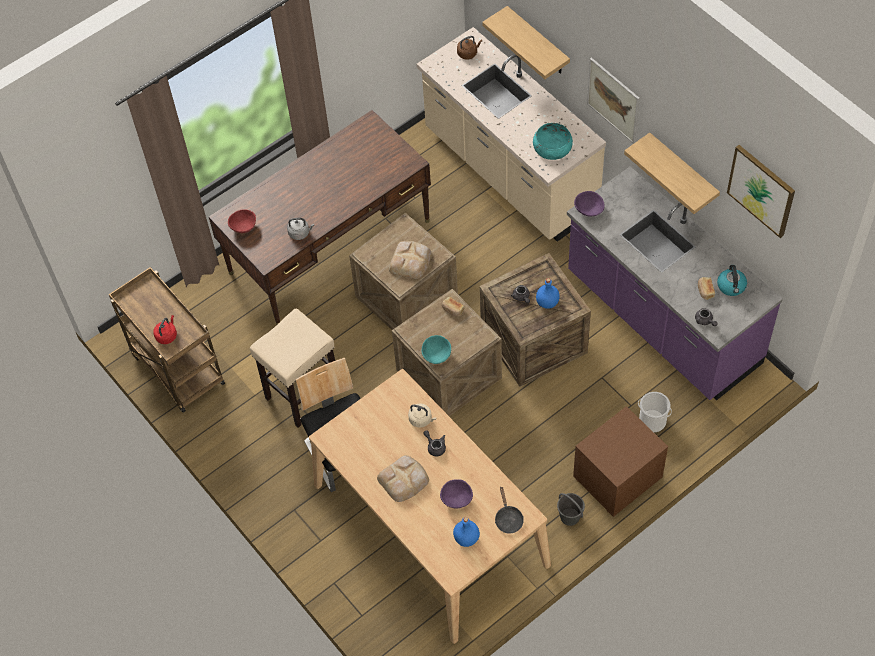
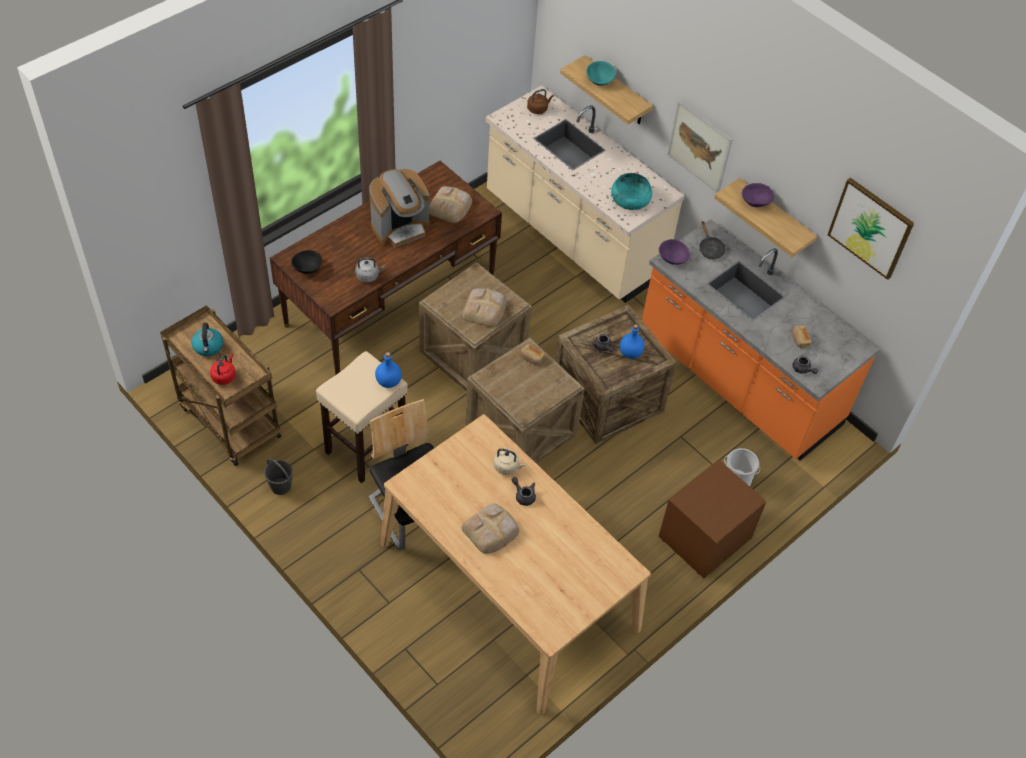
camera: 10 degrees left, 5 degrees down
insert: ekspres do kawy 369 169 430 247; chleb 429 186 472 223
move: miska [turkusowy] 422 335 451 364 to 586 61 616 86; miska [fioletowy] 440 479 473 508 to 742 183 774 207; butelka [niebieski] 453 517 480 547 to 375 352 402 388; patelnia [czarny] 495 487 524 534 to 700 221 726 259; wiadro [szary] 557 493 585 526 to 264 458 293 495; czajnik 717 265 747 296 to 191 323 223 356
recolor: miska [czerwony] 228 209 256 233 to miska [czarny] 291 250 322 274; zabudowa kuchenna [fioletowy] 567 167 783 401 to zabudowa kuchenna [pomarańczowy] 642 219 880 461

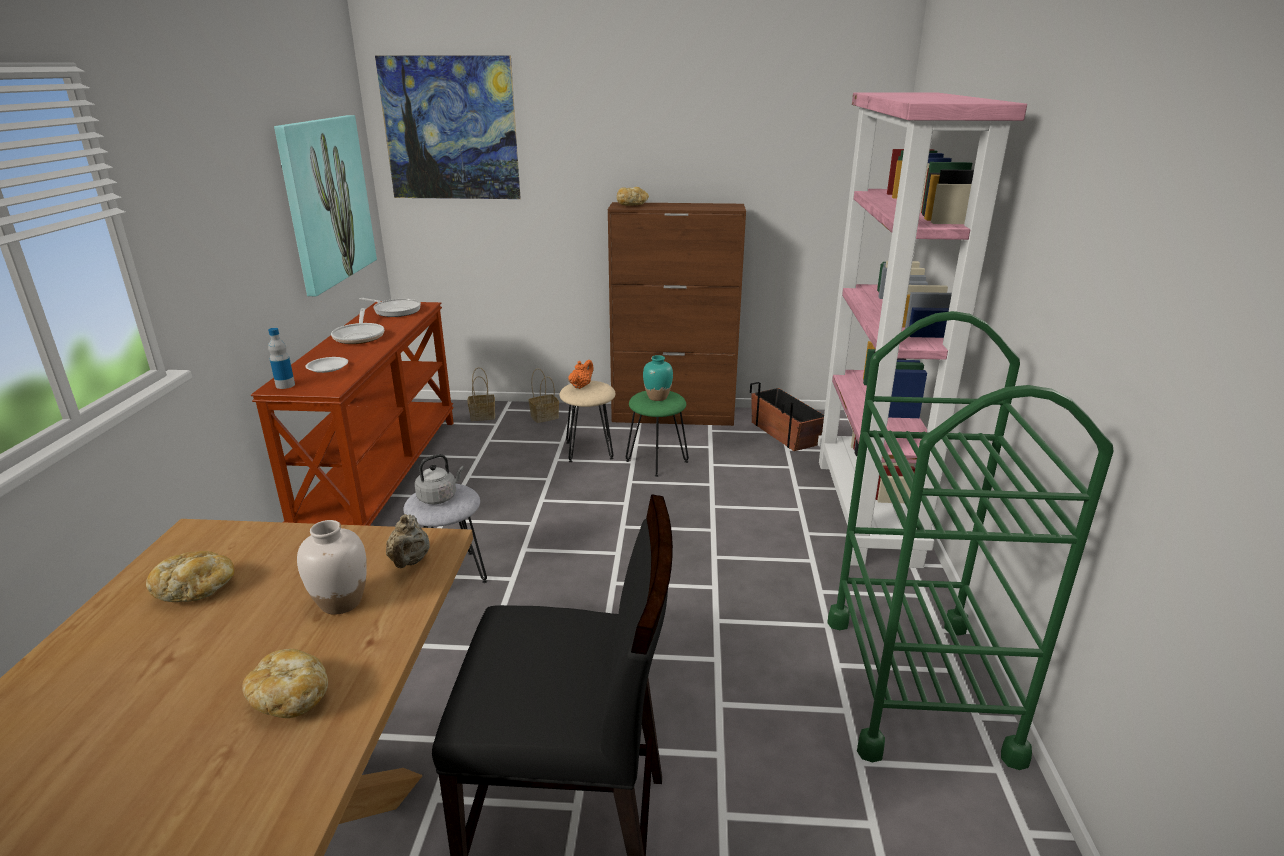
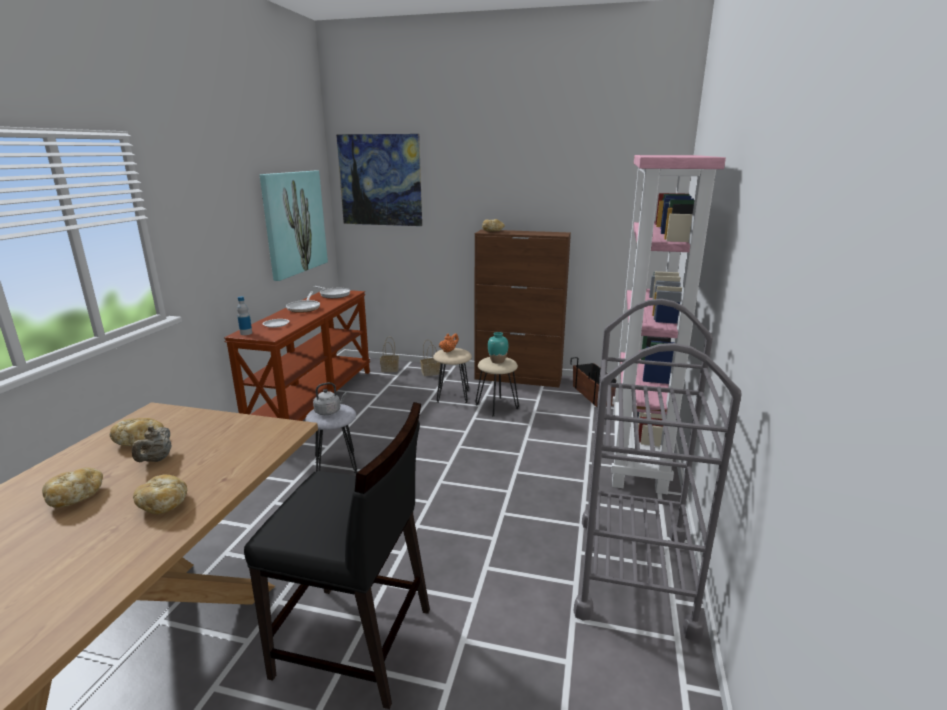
camera: 10 degrees right, 5 degrees down
delete: wazon [biały] 297 520 367 615
insert: chleb 42 468 103 508
move: imbryk [beżowy] 386 514 430 568 to 132 426 172 462
recolor: stołek [zielony] 626 391 689 477 to stołek [beżowy] 475 357 519 416; wózek [zielony] 827 311 1114 770 to wózek [szary] 574 299 742 641

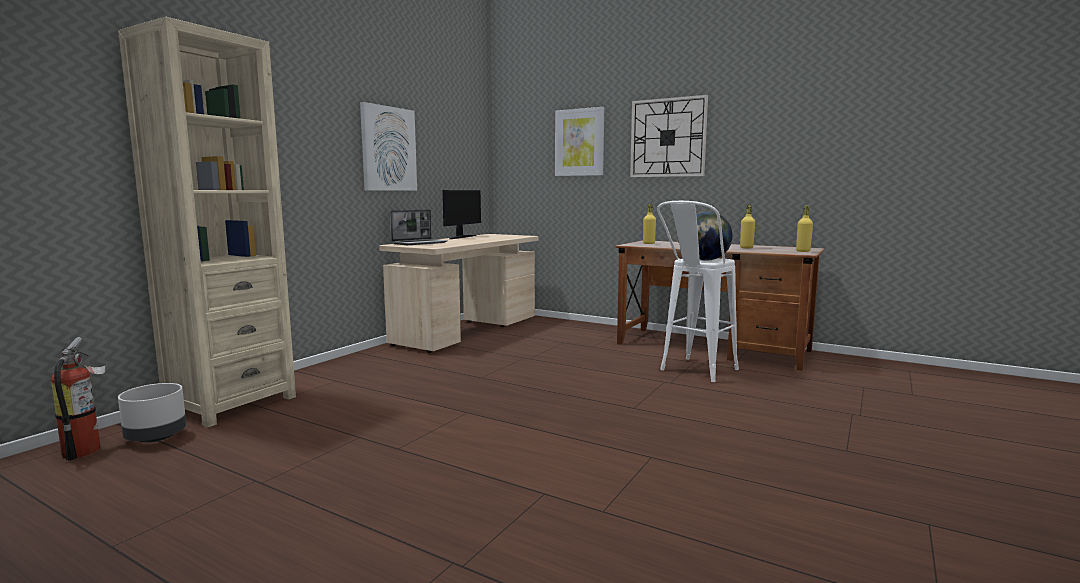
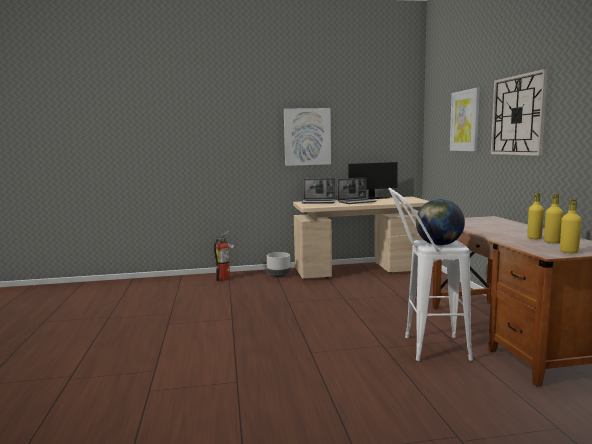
camera: 50 degrees right, 0 degrees up
delete: regał [beżowy] 118 17 296 428
insert: laptop 338 177 377 204
move: gaśnica 51 337 107 461 to 214 231 236 281; donica [szary] 118 383 186 443 to 267 252 291 277; butelka [żółty] 643 204 656 244 to 544 194 564 243

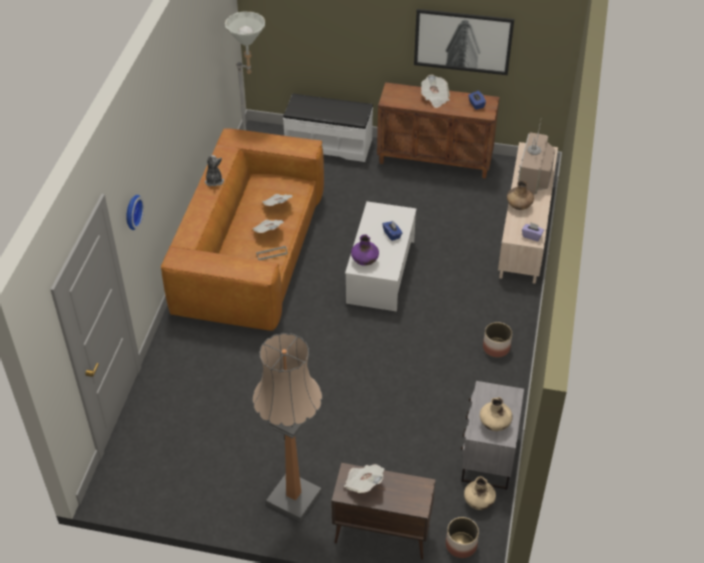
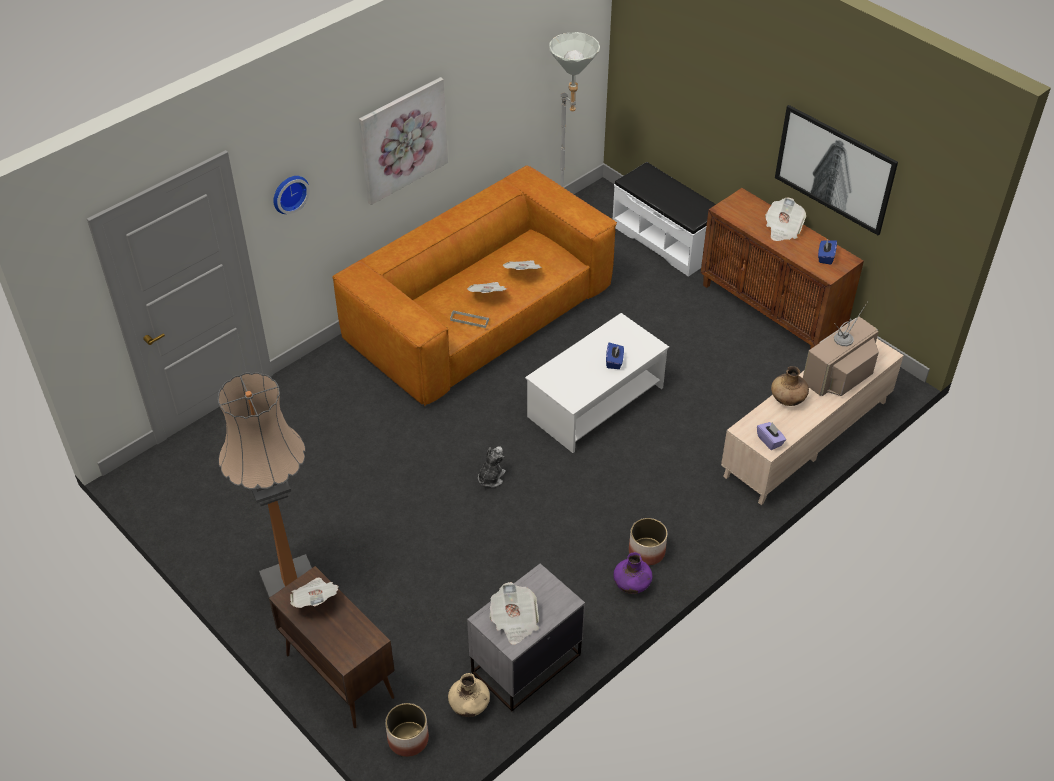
camera: 35 degrees right, 0 degrees up
insert: obraz 359 77 448 205
move: pluszak 205 155 224 186 to 478 446 506 488; wazon [fioletowy] 351 234 379 266 to 614 552 652 594
replace: wazon [beżowy] 480 397 513 431 to gazeta 489 582 539 645

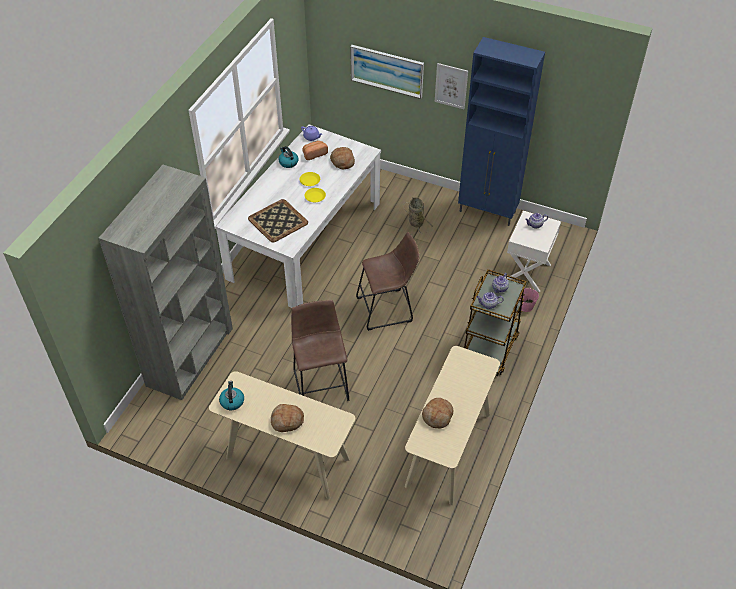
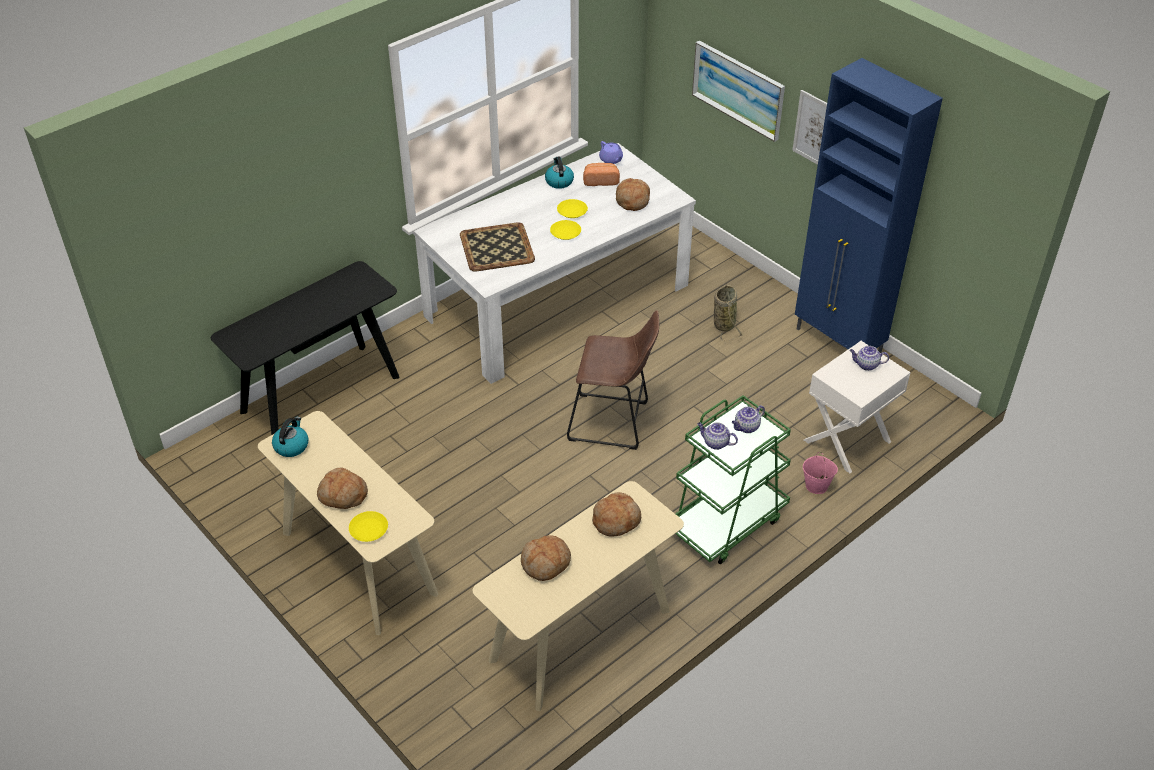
camera: 25 degrees right, 5 degrees down
delete: stołek [brązowy] 291 300 349 401
insert: talerz [żółty] 349 511 388 542; chleb 592 492 641 537
replace: regał [szary] 99 165 233 400 to stolik konsolowy [czarny] 211 261 400 435
recolor: wózek [brązowy] 464 269 527 376 to wózek [zielony] 676 395 791 564

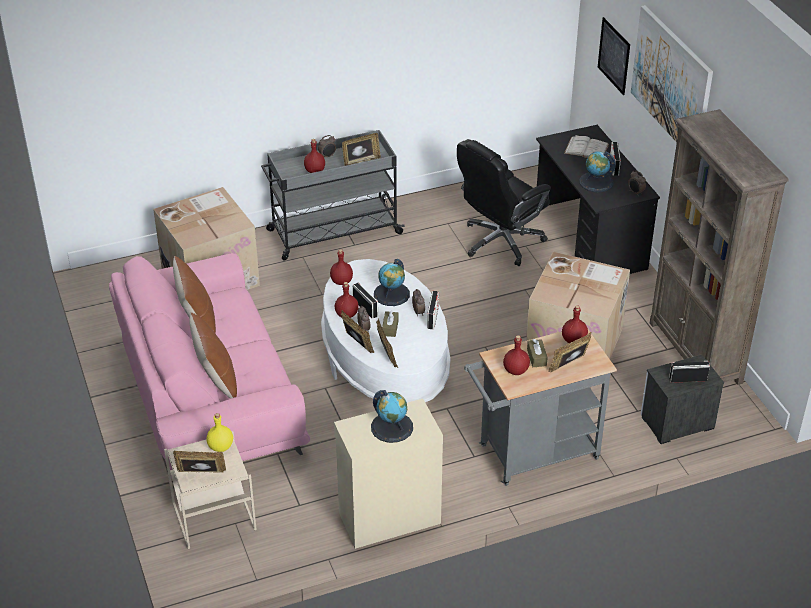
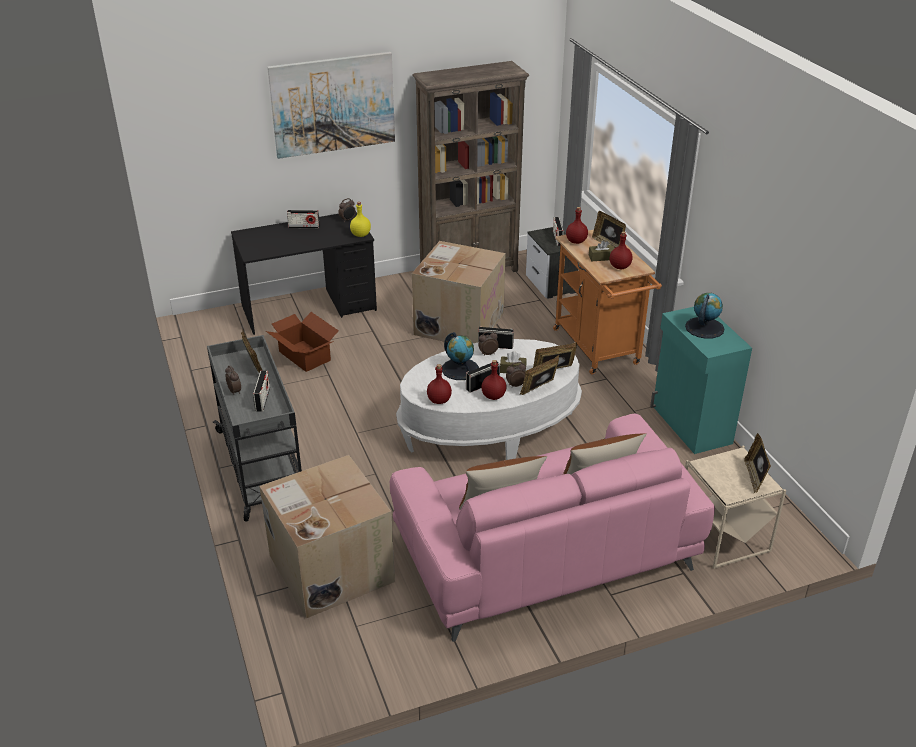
camera: 90 degrees left, 5 degrees down
delete: książka [biały] 564 135 609 158; globus 579 151 616 192; obraz 598 17 630 95
move: butelka [żółty] 207 413 233 452 to 350 202 371 237
replace: butelka [czerwony] 304 139 325 173 to radio 253 370 270 412; krzesło biurowe [czarny] 457 139 551 266 to karton 266 312 339 372
recolor: szafka [beżowy] 334 399 443 549 to szafka [turkusowy] 650 307 752 454; wózek [szary] 464 330 617 486 to wózek [pomarańczowy] 553 230 662 375

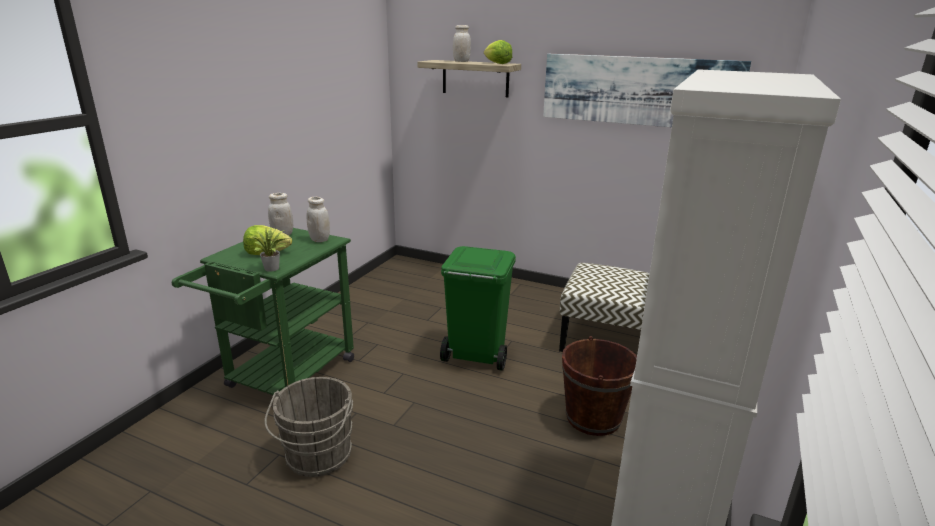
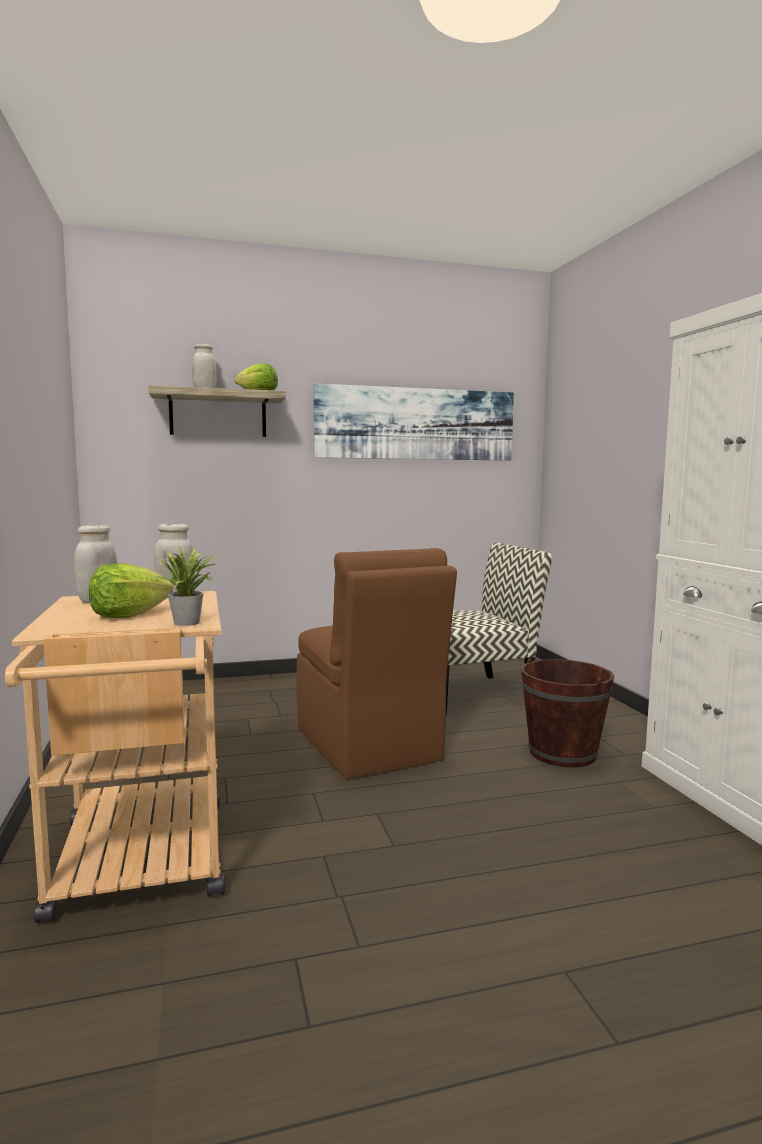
camera: 40 degrees left, 15 degrees down
delete: wiadro [szary] 264 377 353 477
replace: kosz na śmieci [zielony] 440 246 516 371 to krzesło [brązowy] 297 548 457 780
recolor: wózek [zielony] 172 228 354 395 to wózek [beżowy] 5 591 225 923

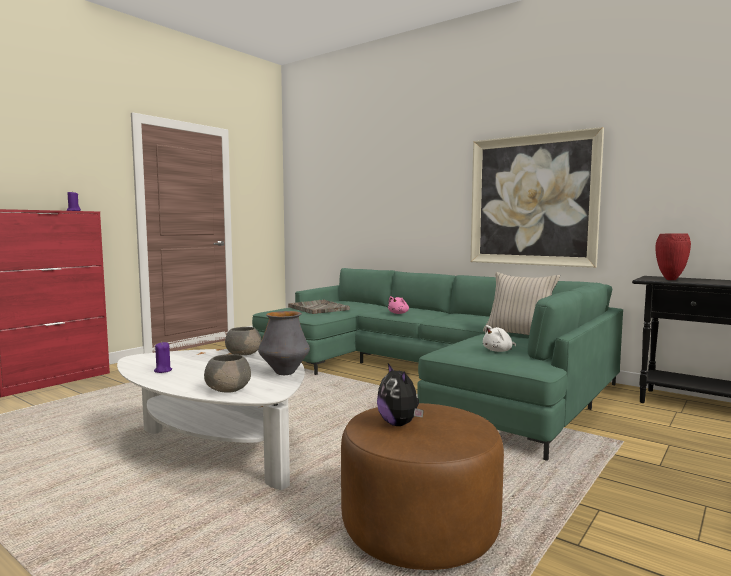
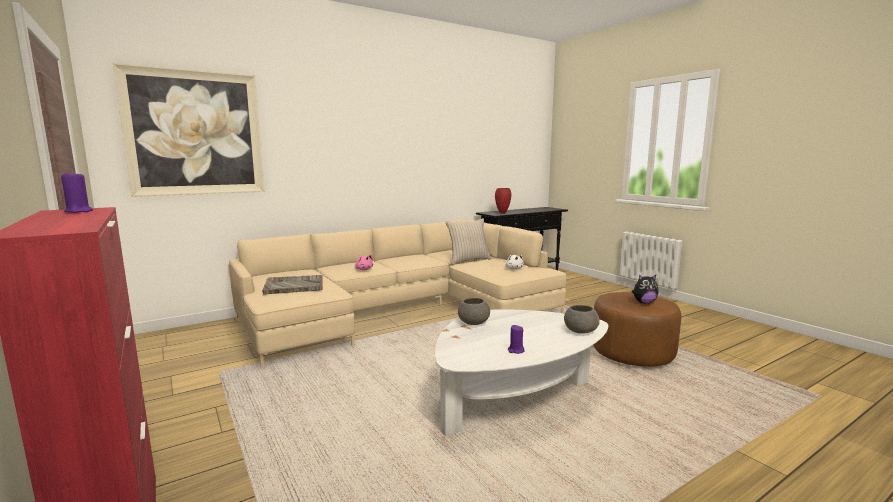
camera: 70 degrees left, 5 degrees up
delete: wazon 258 311 310 375
move: obraz 470 127 604 268 to 113 63 264 197
recolor: kanapa [zielony] 252 268 623 461 to kanapa [beżowy] 229 220 567 366

